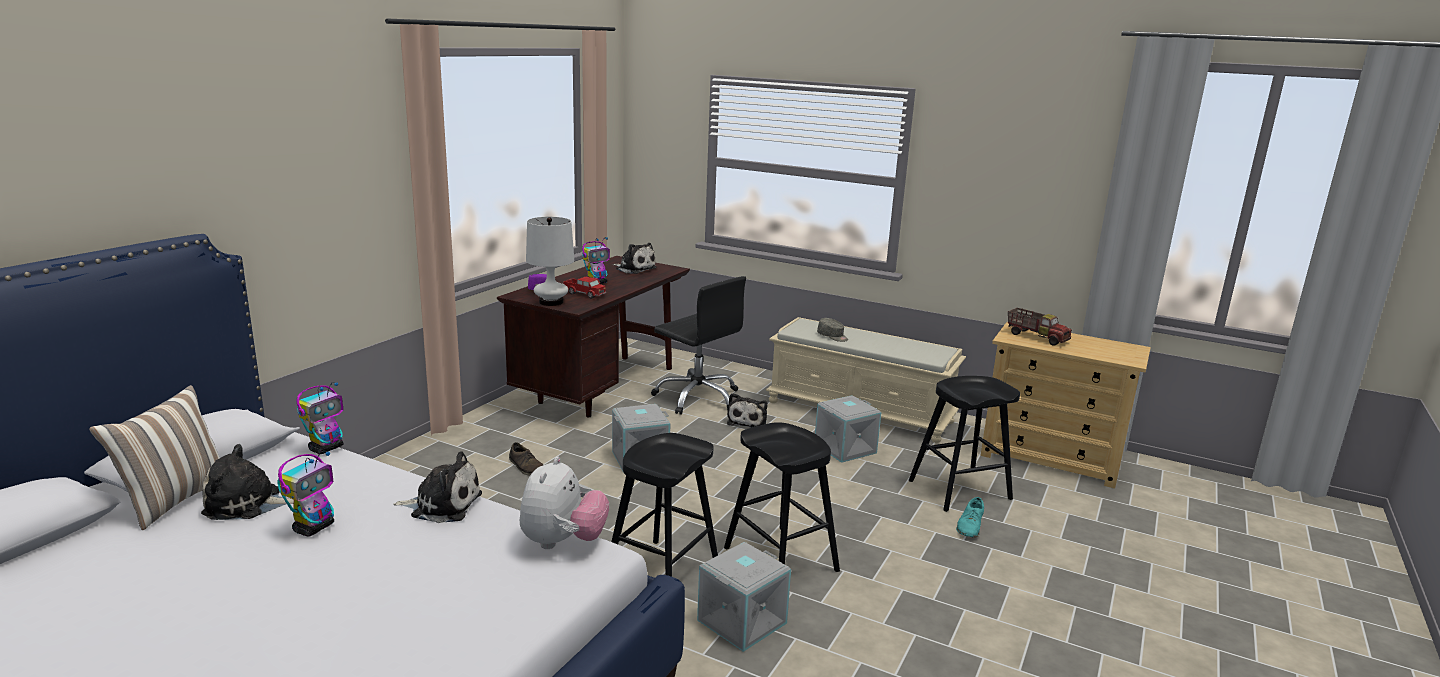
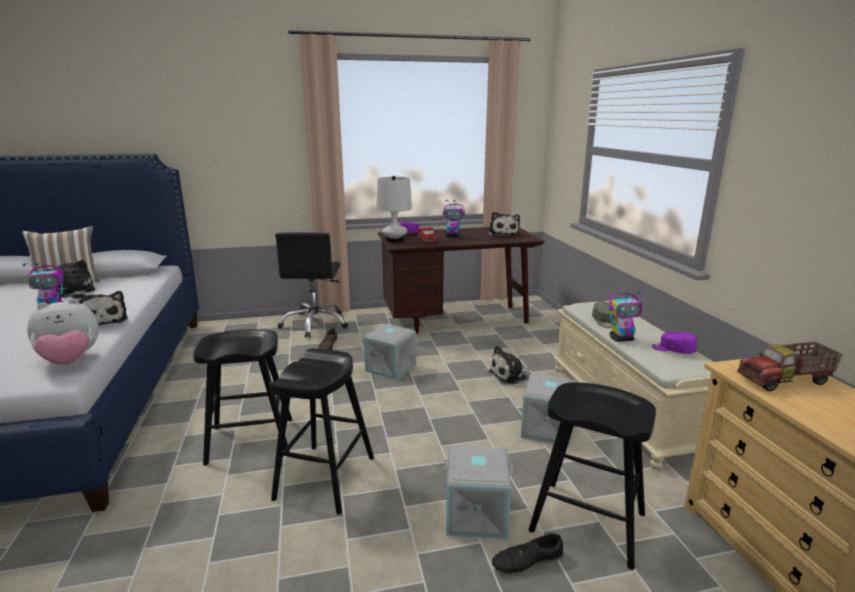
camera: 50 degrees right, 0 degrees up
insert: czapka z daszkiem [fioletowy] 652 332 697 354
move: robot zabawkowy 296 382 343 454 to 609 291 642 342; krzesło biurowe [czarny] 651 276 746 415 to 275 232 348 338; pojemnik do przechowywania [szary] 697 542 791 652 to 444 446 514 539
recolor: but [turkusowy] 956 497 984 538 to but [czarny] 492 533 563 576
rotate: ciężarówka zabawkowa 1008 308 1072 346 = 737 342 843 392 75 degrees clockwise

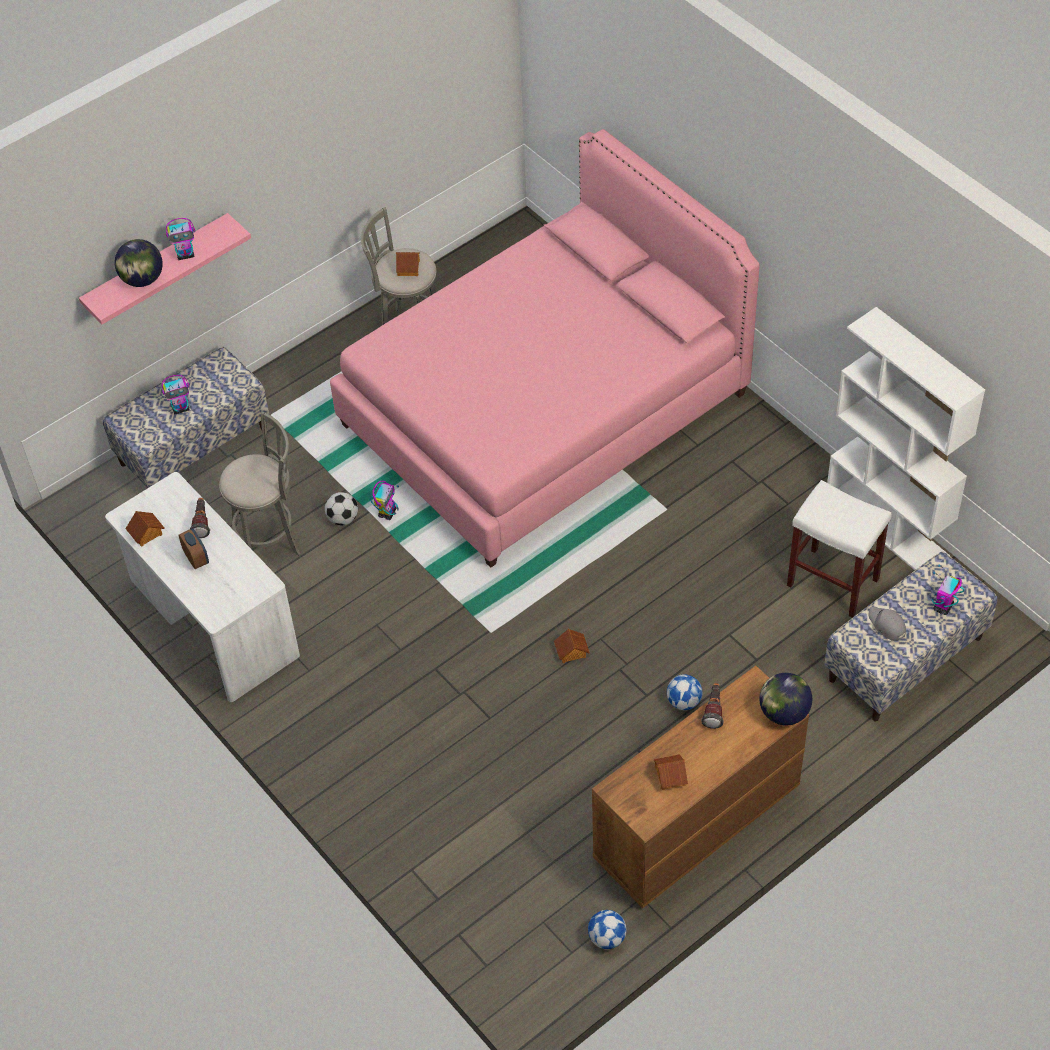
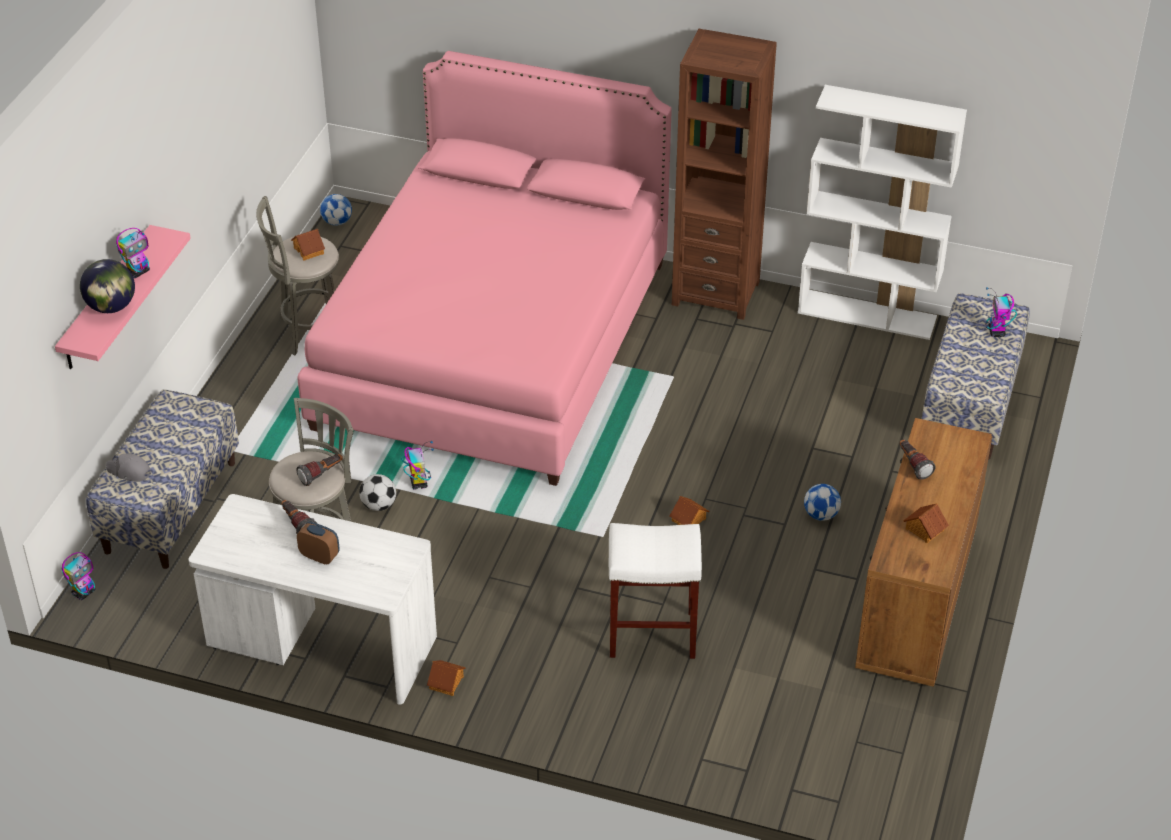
camera: 35 degrees left, 10 degrees down
delete: globus 759 673 812 725
insert: latarka 296 454 343 486; regał [brązowy] 672 29 777 320
move: domek 125 511 165 547 to 427 660 466 696; robot zabawkowy 162 375 190 414 to 62 552 96 600; piłka futbolowa 588 910 626 949 to 320 194 352 226; stołek [biały] 787 480 891 618 to 609 523 702 659; czapka z daszkiem [szary] 868 607 906 641 to 106 453 151 482

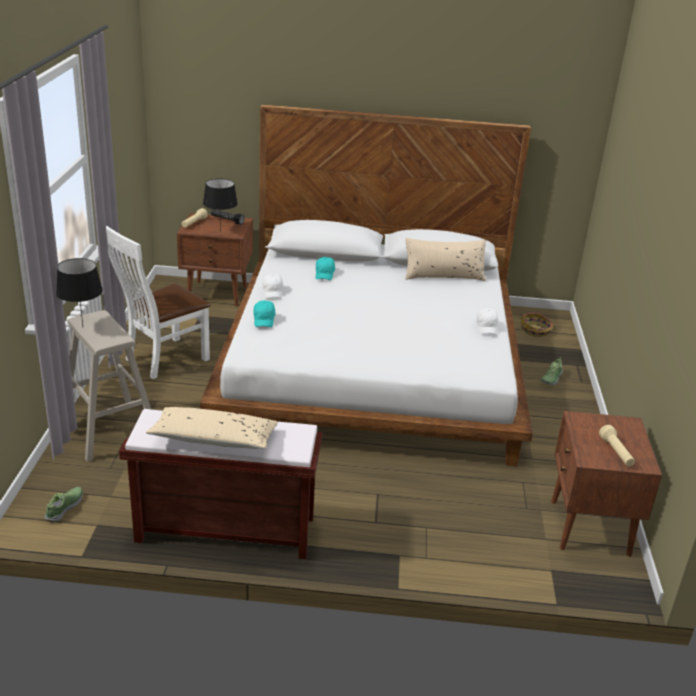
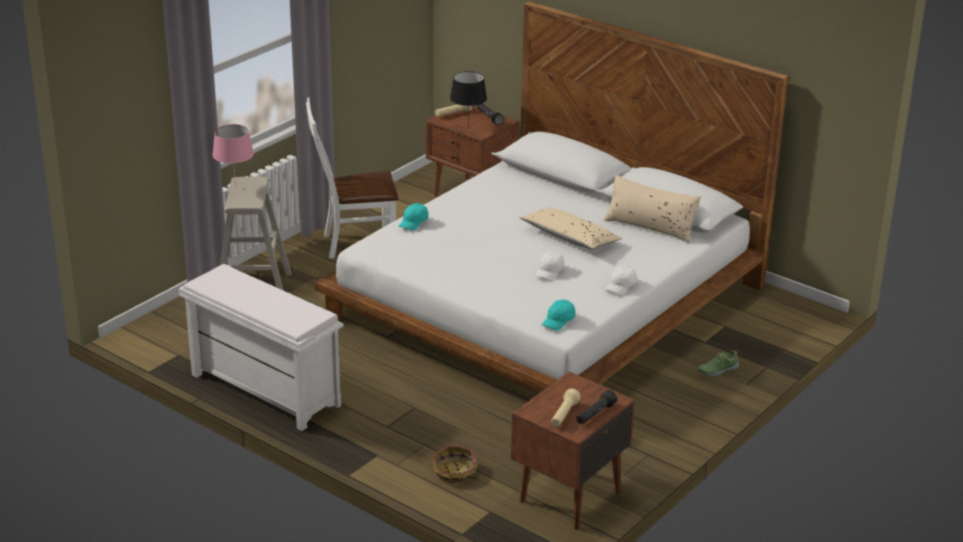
camera: 35 degrees right, 0 degrees up
delete: but 44 487 83 522
insert: latarka [czarny] 576 390 617 424
move: poduszka [beżowy] 145 407 278 449 to 519 207 622 249; czapka z daszkiem [biały] 263 274 283 298 to 535 251 564 280; czapka z daszkiem [turkusowy] 316 257 335 280 to 542 299 576 331; koszyk 521 312 556 337 to 433 445 479 483
recolor: lampa stołowa [czarny] 56 258 103 326 to lampa stołowa [różowy] 212 124 254 188; ławka [brązowy] 119 409 323 559 to ławka [biały] 179 264 344 431

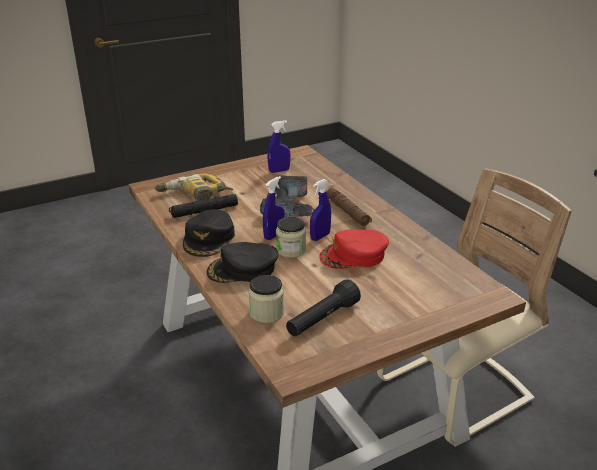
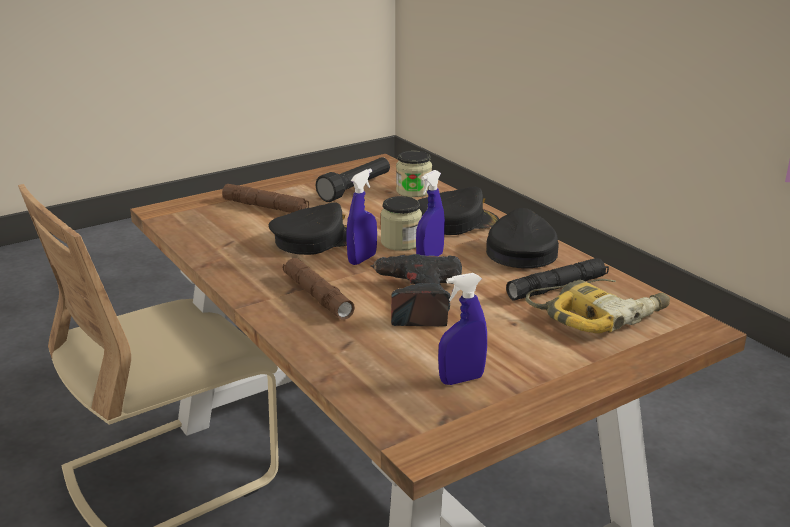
camera: 175 degrees right, 5 degrees down
insert: latarka [brązowy] 222 184 309 213
recolor: czapka z daszkiem [czerwony] 319 229 389 269 to czapka z daszkiem [czarny] 269 202 347 255

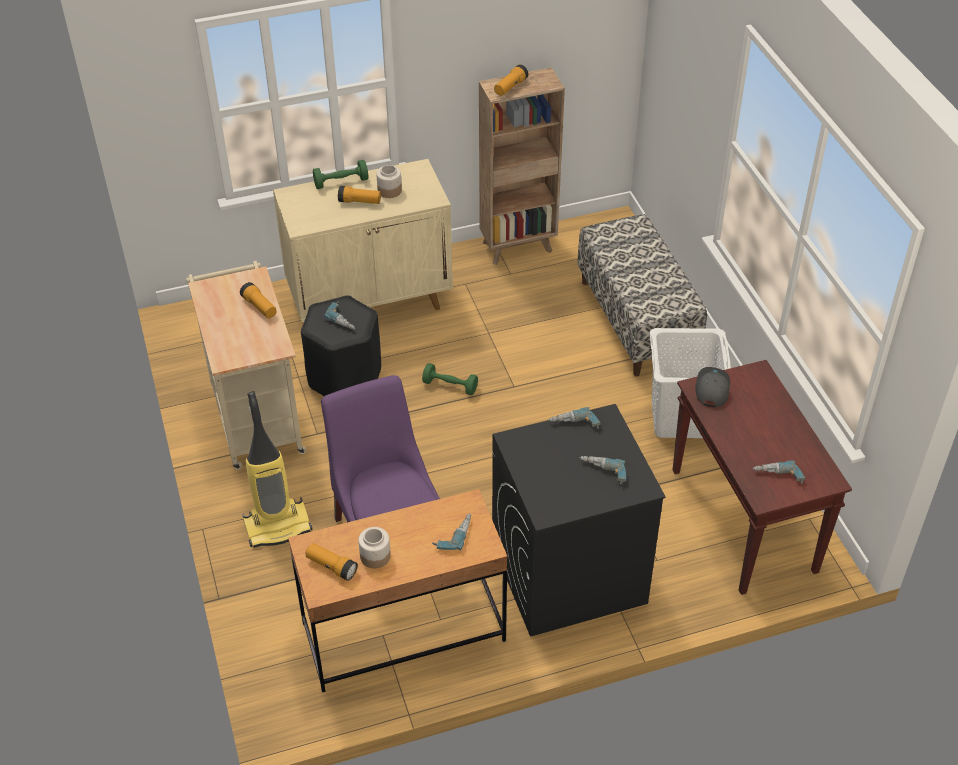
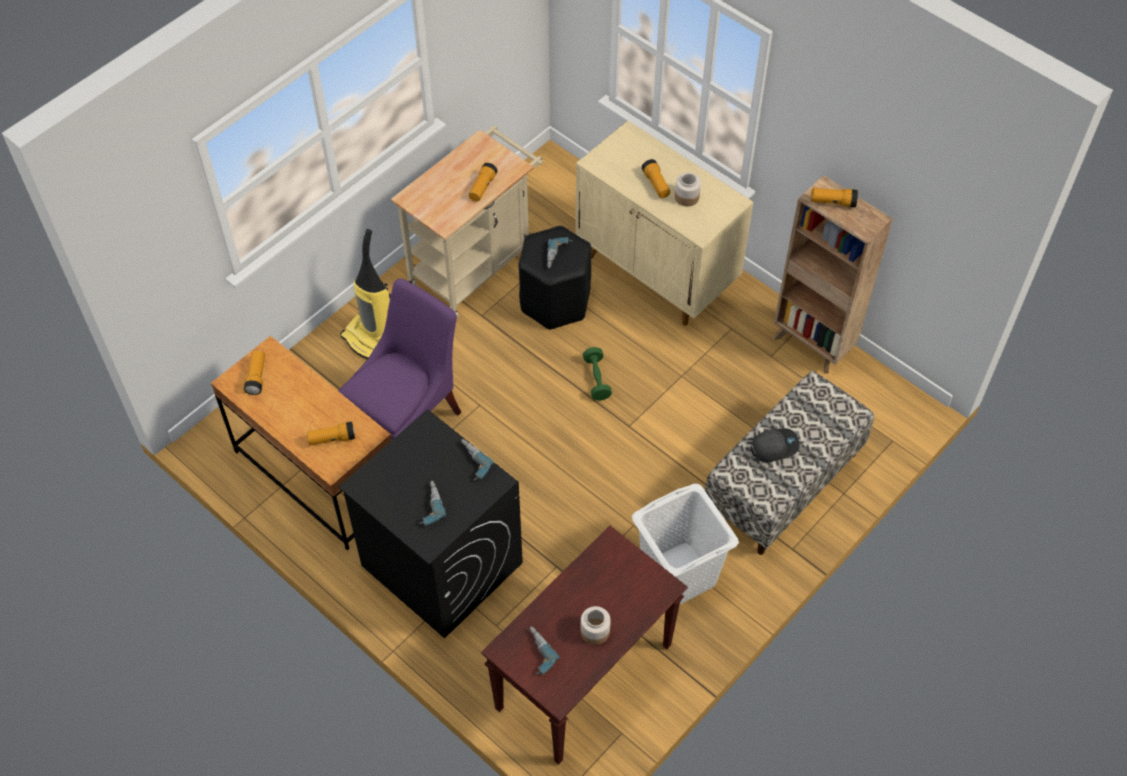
camera: 60 degrees right, 10 degrees up
delete: hantel [zielony] 313 160 368 189
move: słoik 358 527 391 568 to 580 606 611 645; czapka z daszkiem [szary] 695 367 730 407 to 751 428 800 463
replace: wiertarka 432 513 471 551 to latarka 307 422 355 445

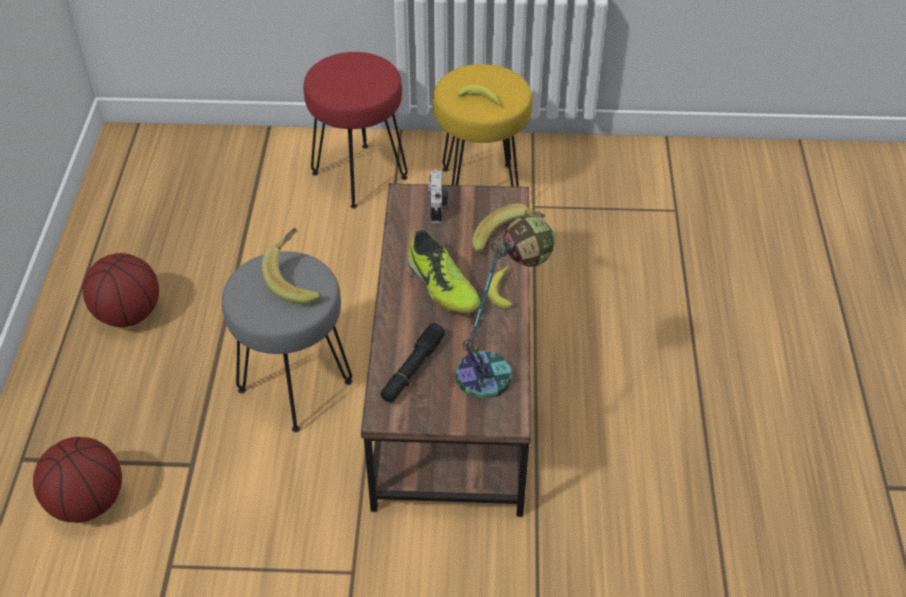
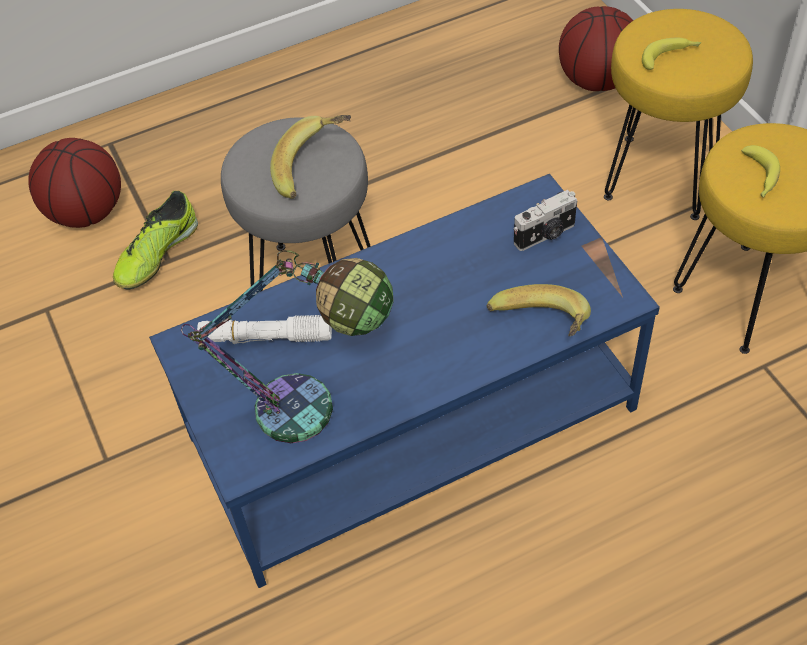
camera: 65 degrees right, 5 degrees up
move: piłka do koszykówki 83 253 159 327 to 559 6 633 91; but 408 229 480 314 to 113 191 198 289; banan 487 266 512 309 to 642 38 702 70
recolor: stołek [czerwony] 303 52 408 209 to stołek [żółty] 604 9 753 220; ława [brązowy] 361 183 531 517 to ława [niebieski] 149 174 660 588; latarka [czarny] 380 323 445 403 to latarka [biały] 197 315 332 344

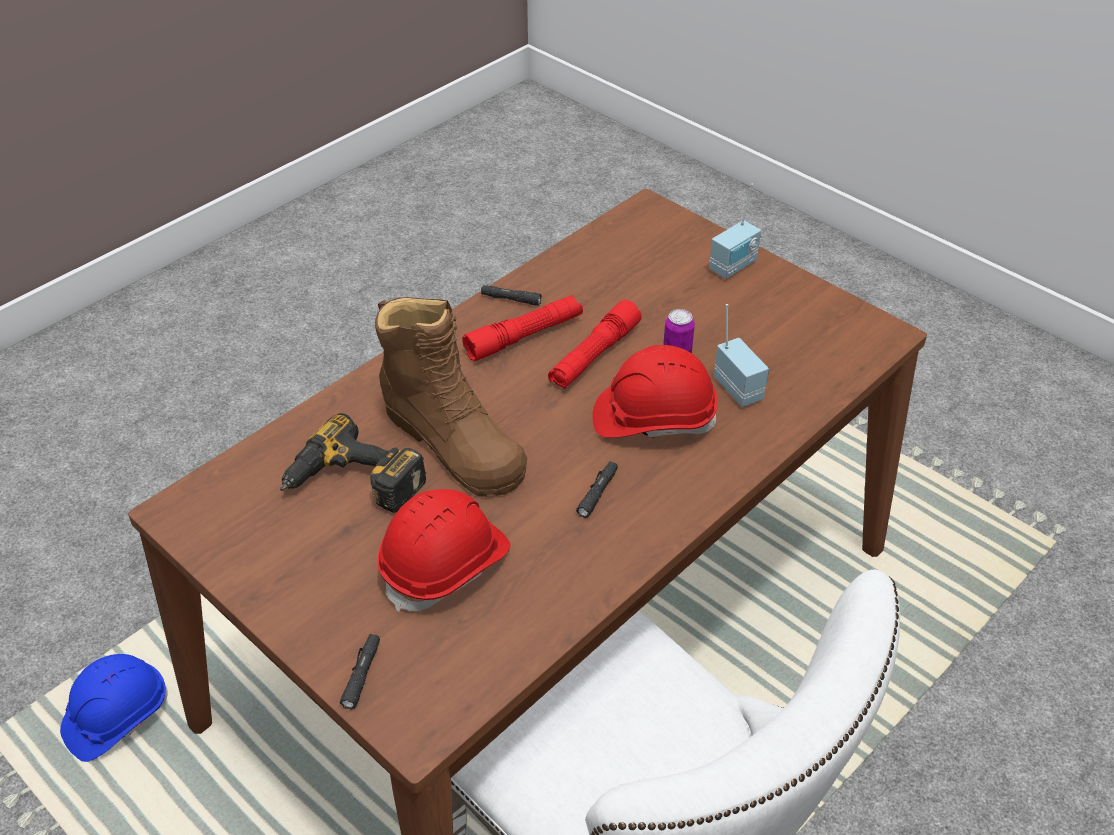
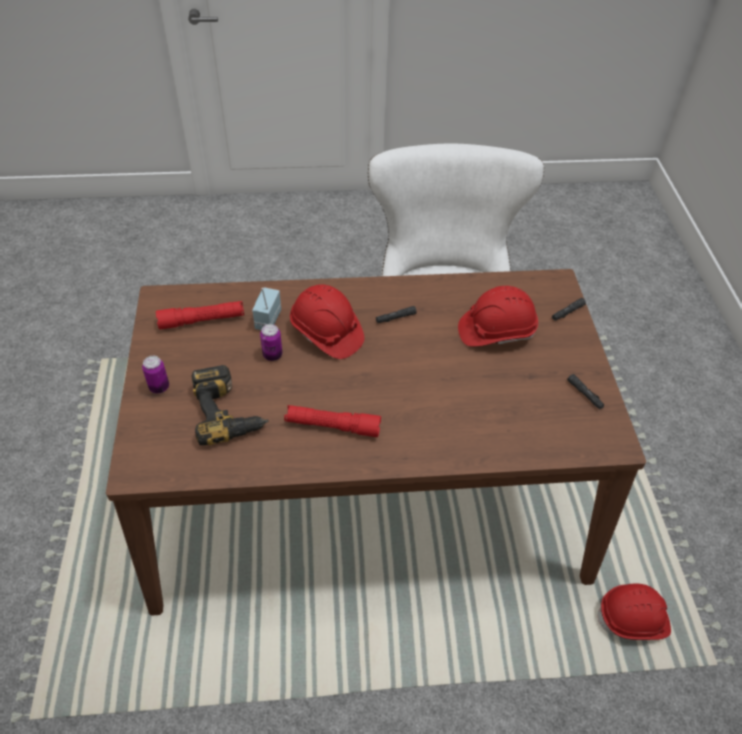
camera: 140 degrees left, 5 degrees up
delete: but z cholewką [brązowy] 375 297 528 497
move: wiertarka 280 413 426 513 to 191 365 269 445; latarka [czarny] 481 285 542 306 to 567 374 604 409; latarka [czerwony] 548 300 642 389 to 156 301 244 329
replace: radio 709 184 761 279 to puszka 142 356 169 394
recolor: kask [niebieski] 60 654 168 762 to kask [czerwony] 598 584 671 640

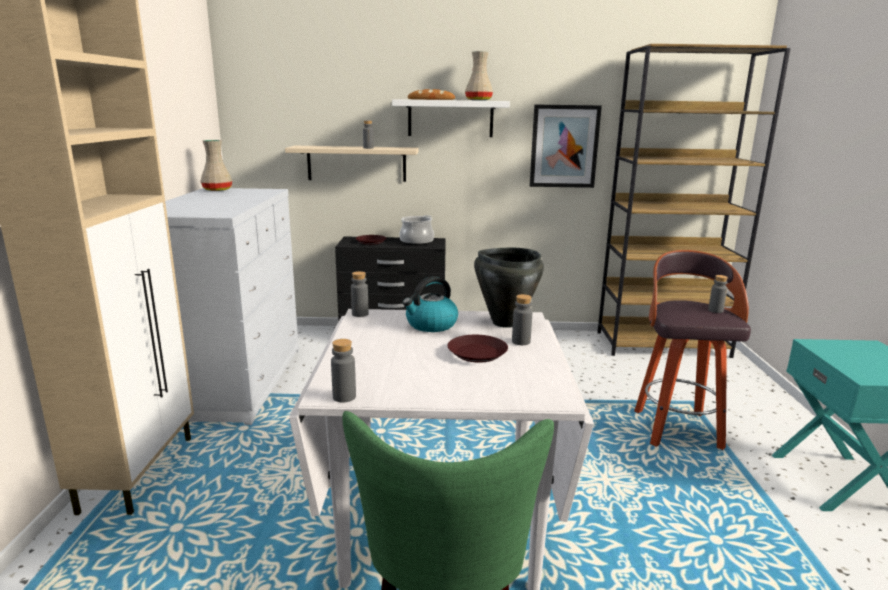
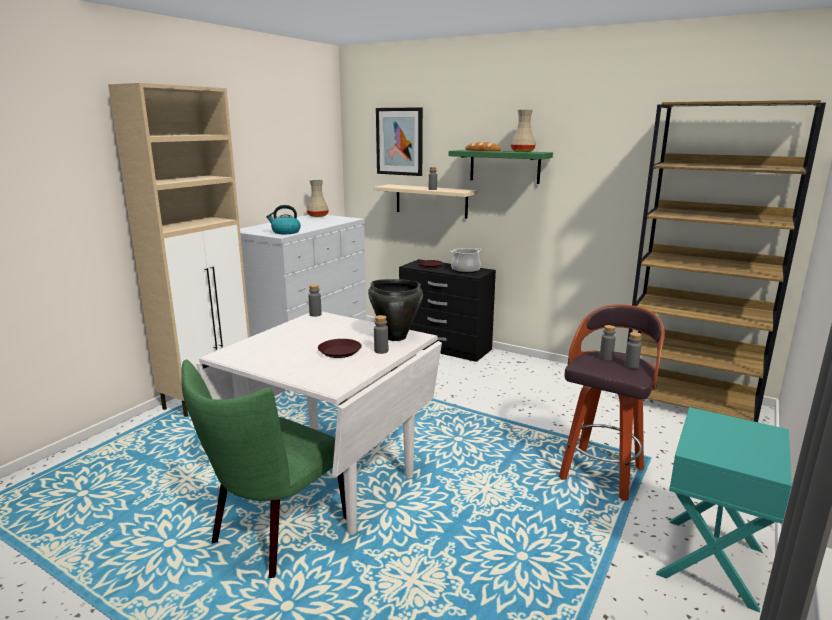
camera: 30 degrees right, 0 degrees up
move: butelka [szary] 331 339 356 402 to 600 325 616 361; czajnik 403 276 458 332 to 266 205 301 234; obraz 530 104 602 188 to 376 107 423 176
recolor: półka [biały] 392 99 510 137 to półka [zielony] 449 150 553 184

